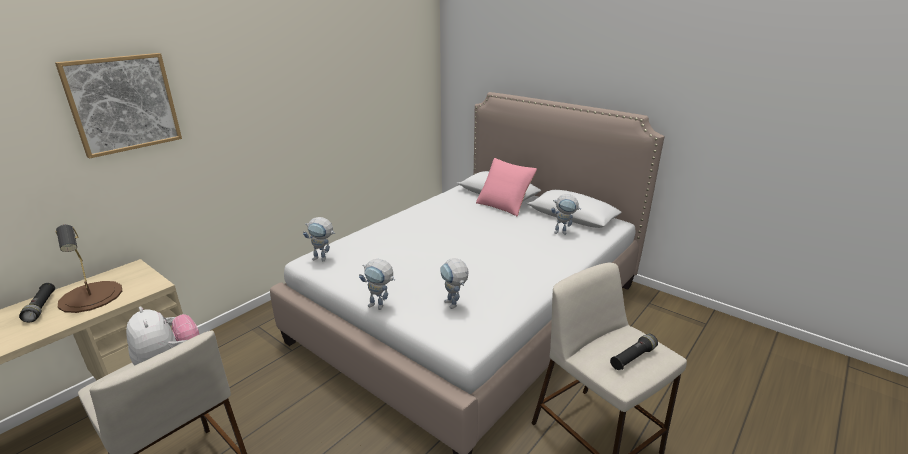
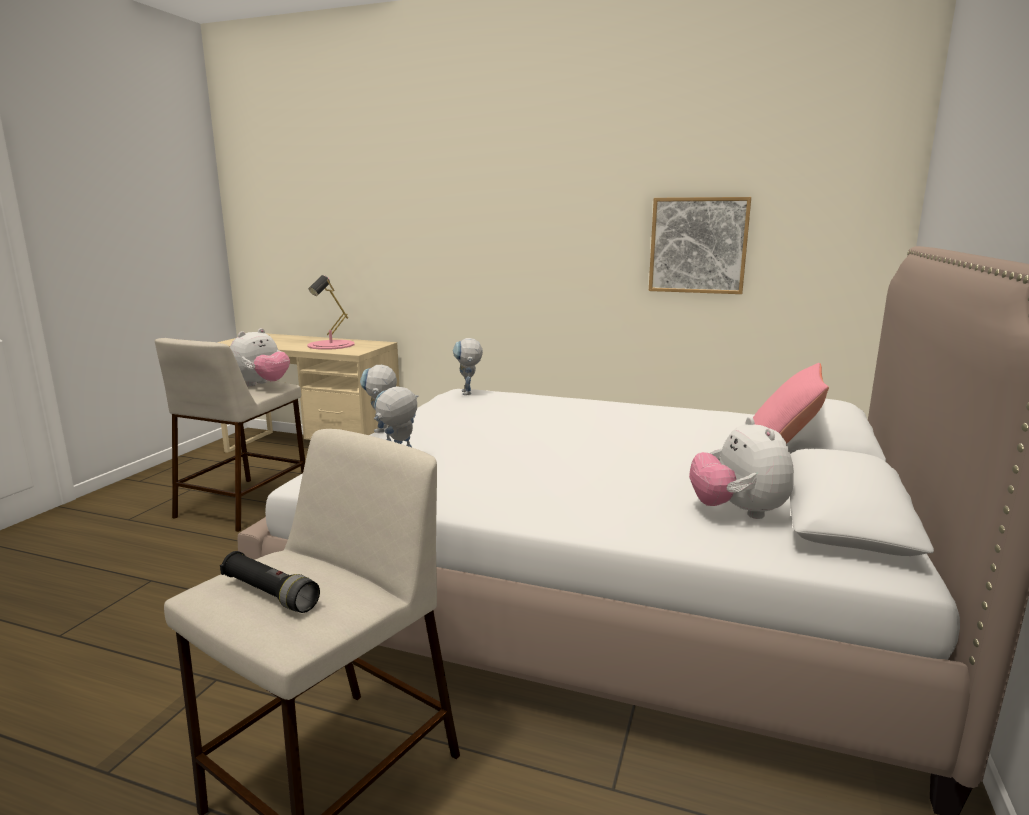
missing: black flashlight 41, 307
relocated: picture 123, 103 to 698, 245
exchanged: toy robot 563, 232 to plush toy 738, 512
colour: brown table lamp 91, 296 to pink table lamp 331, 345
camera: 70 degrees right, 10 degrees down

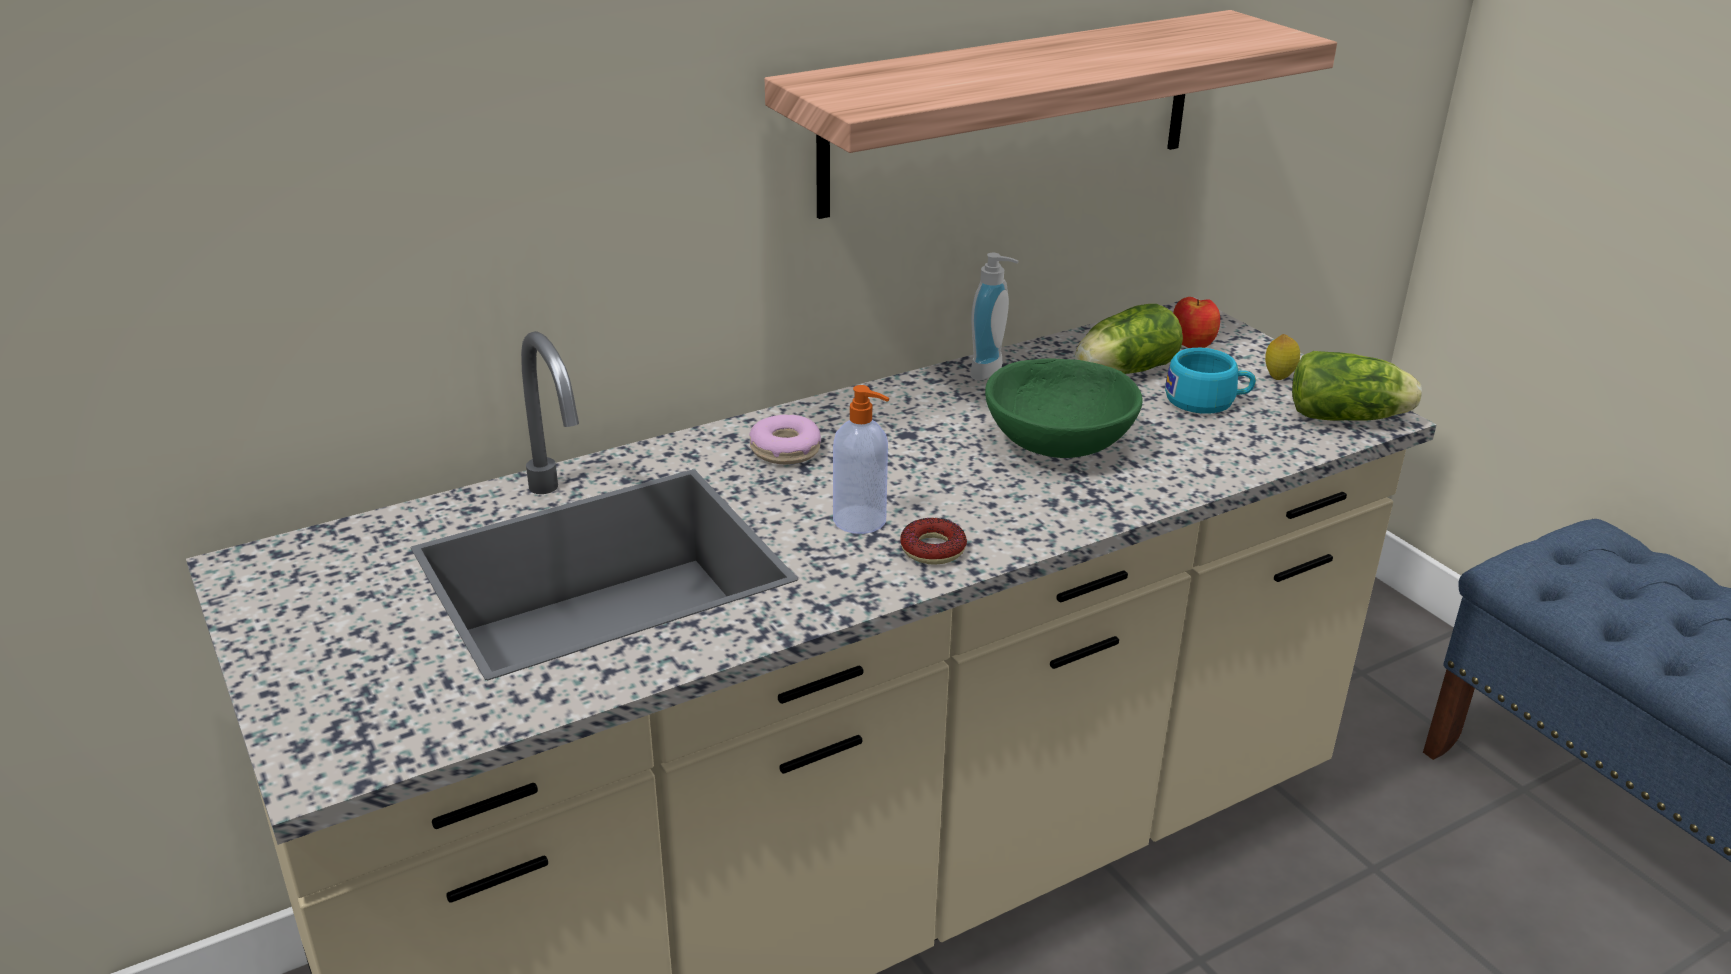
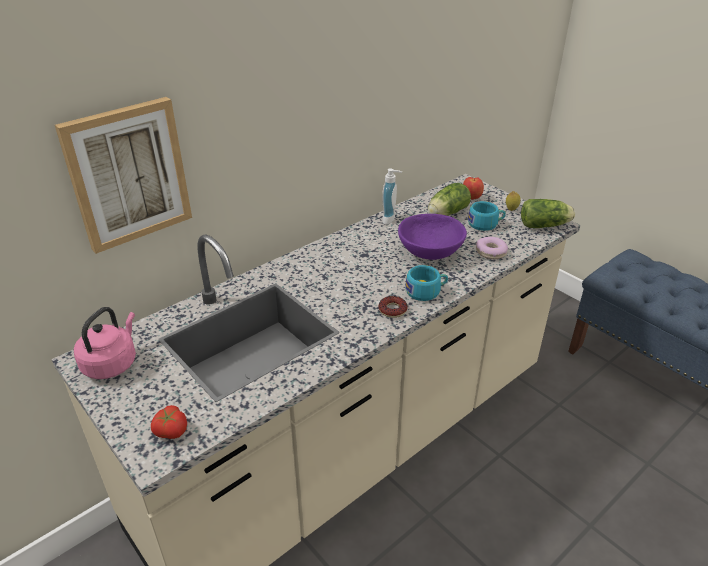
missing: shelf 1012, 111; soap dispenser 861, 521
appeared: picture 128, 174; pink kettle 112, 363; tomato 170, 431; turquoise cup 426, 291
relocated: donut 785, 450 to 490, 252
colour: green bowl 1059, 442 to purple bowl 430, 251
camera: 10 degrees left, 5 degrees up

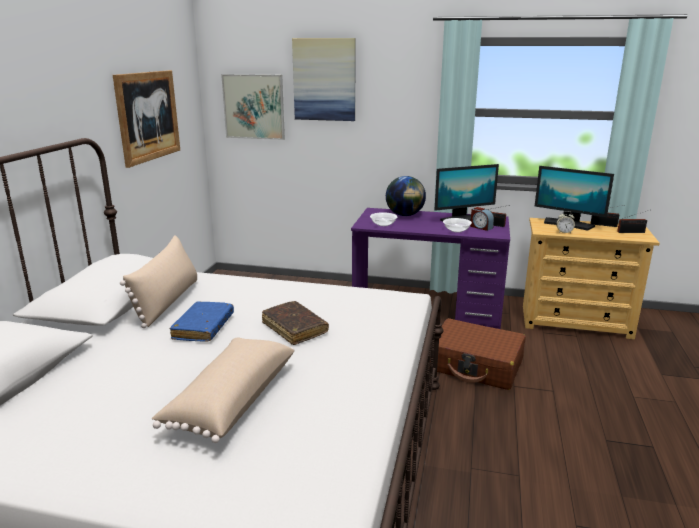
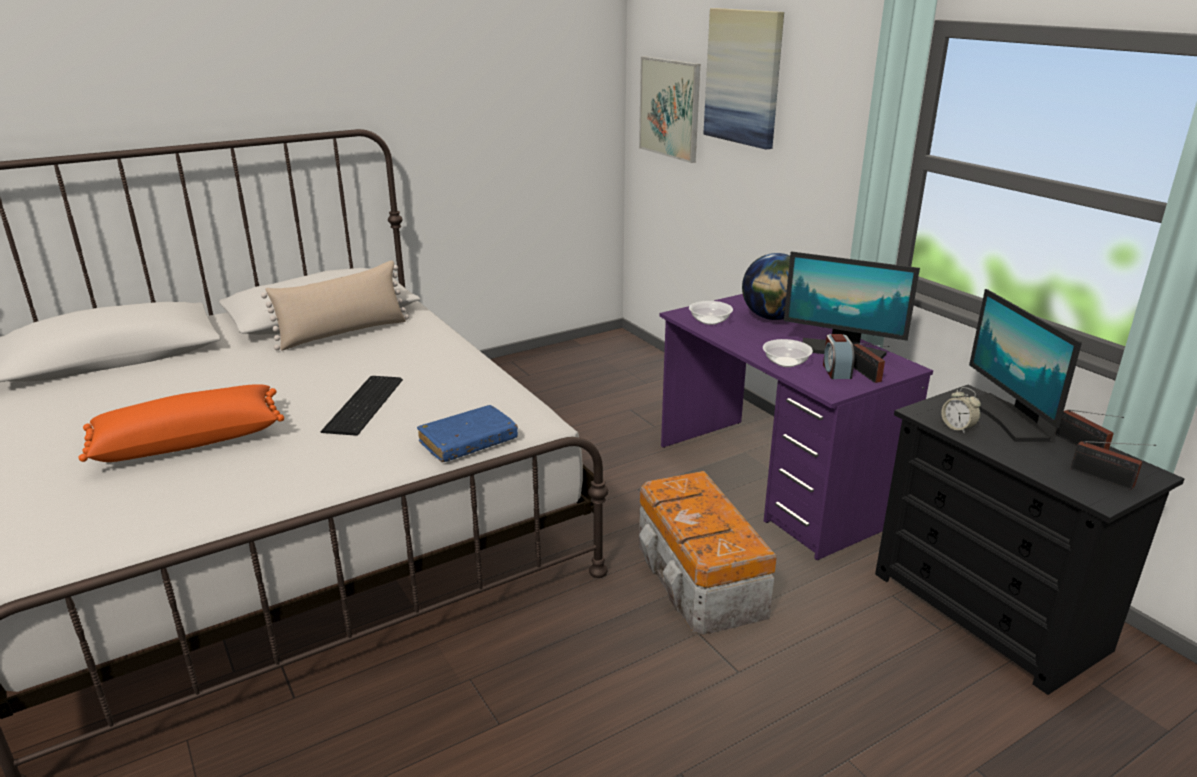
missing: picture 148, 116
relocated: blue book 203, 328 to 468, 442
exchanged: brown book 294, 328 to keyboard 366, 404; brown suitcase 475, 365 to storage box 699, 580
colour: beige pillow 230, 400 to orange pillow 189, 441; beige dresser 576, 322 to black dresser 988, 611
camera: 45 degrees right, 5 degrees up

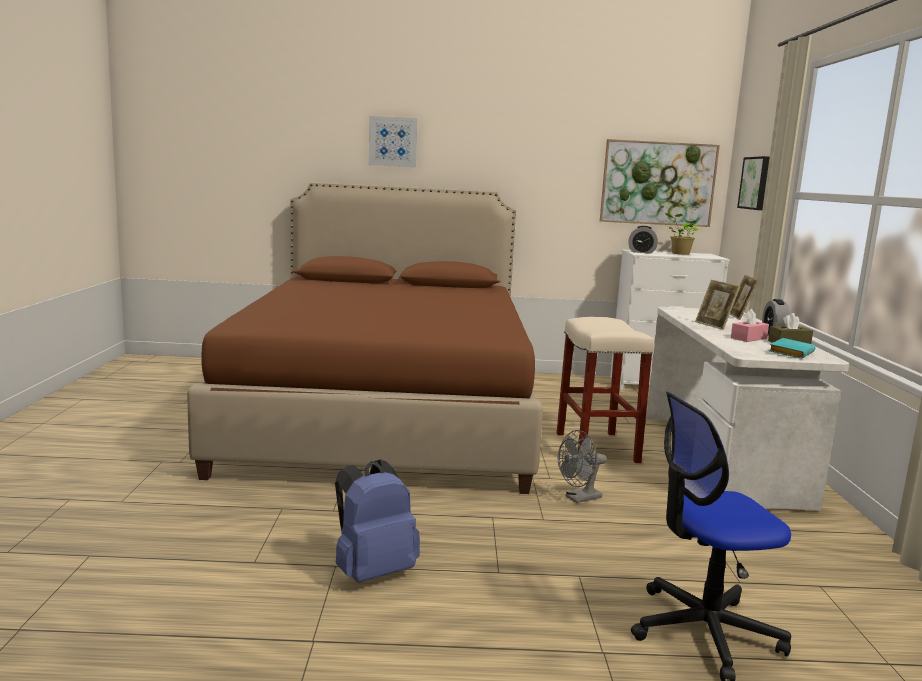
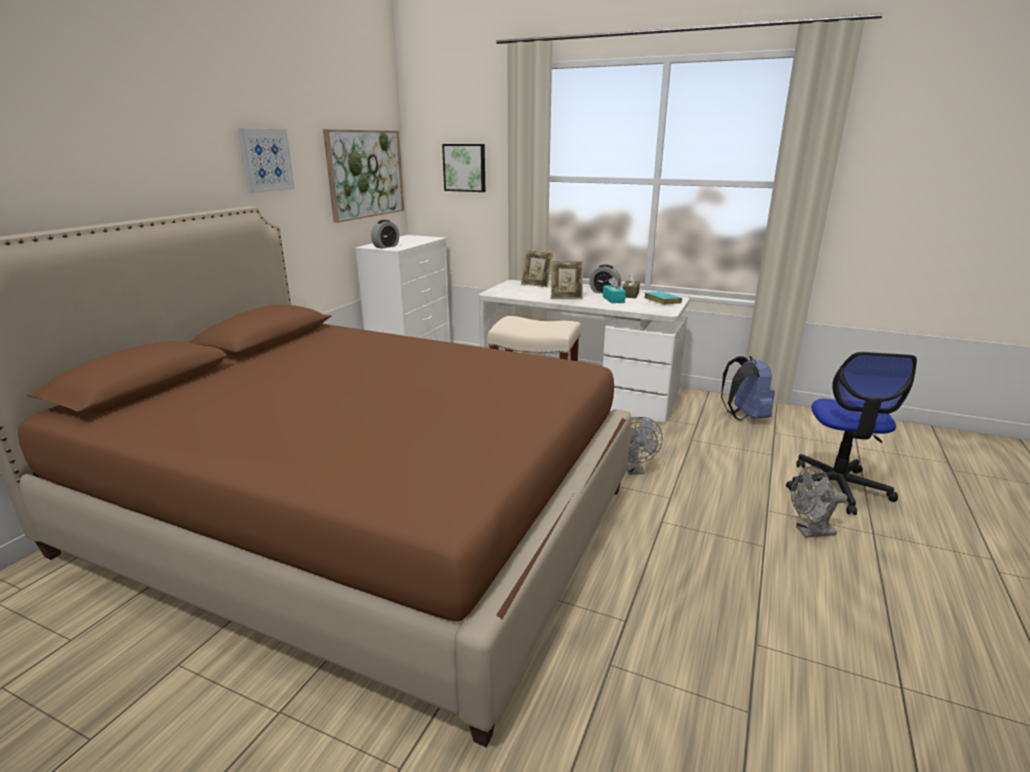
missing: potted plant 679, 253
appeared: grey fan 810, 532
relocated: blue backpack 372, 571 to 744, 417; picture 393, 142 to 266, 160
colour: pink tissue box 748, 338 to turquoise tissue box 613, 299
camera: 65 degrees left, 10 degrees up

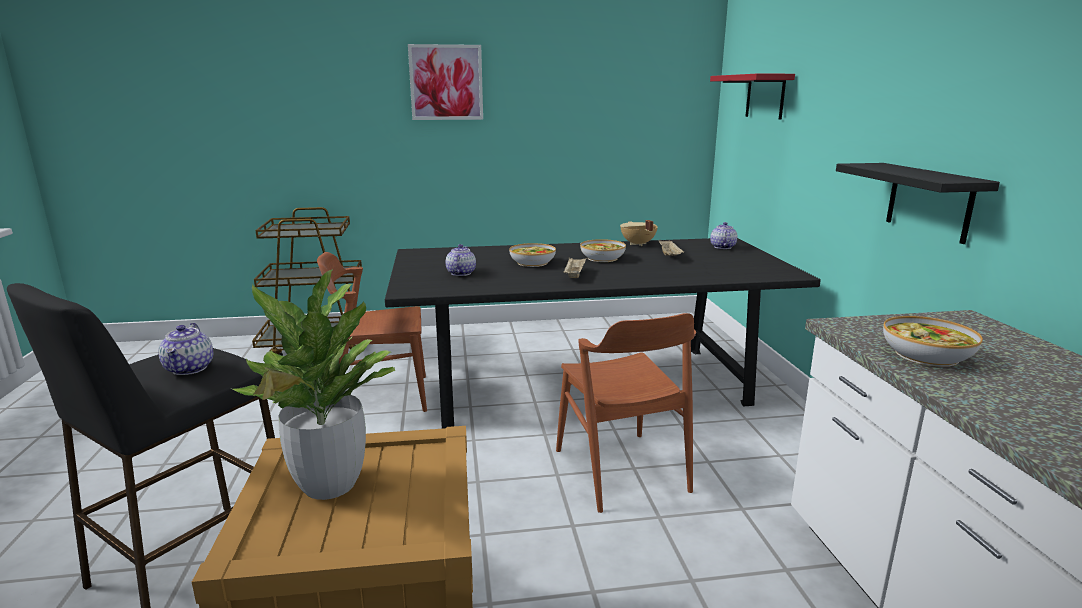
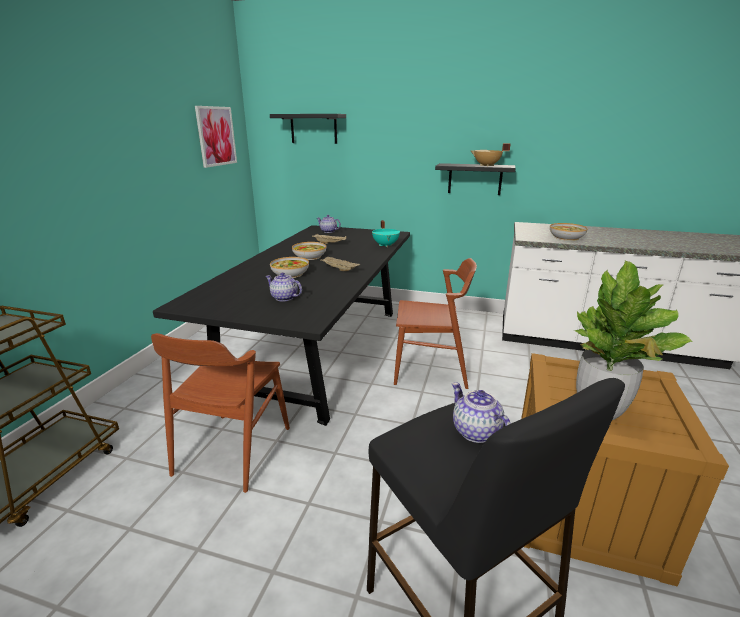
appeared: turquoise cooking pot 386, 245
relocated: picture 446, 82 to 216, 136; beige cooking pot 637, 244 to 487, 165
colour: red shelf 765, 96 to black shelf 313, 128
spun: teapot 190, 368 = 475, 431 135 degrees counterclockwise
camera: 65 degrees left, 5 degrees up

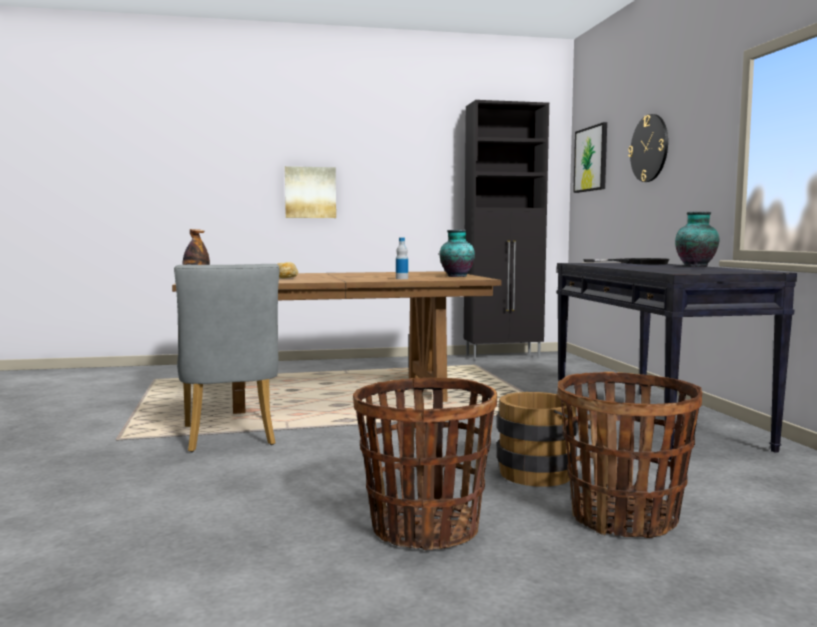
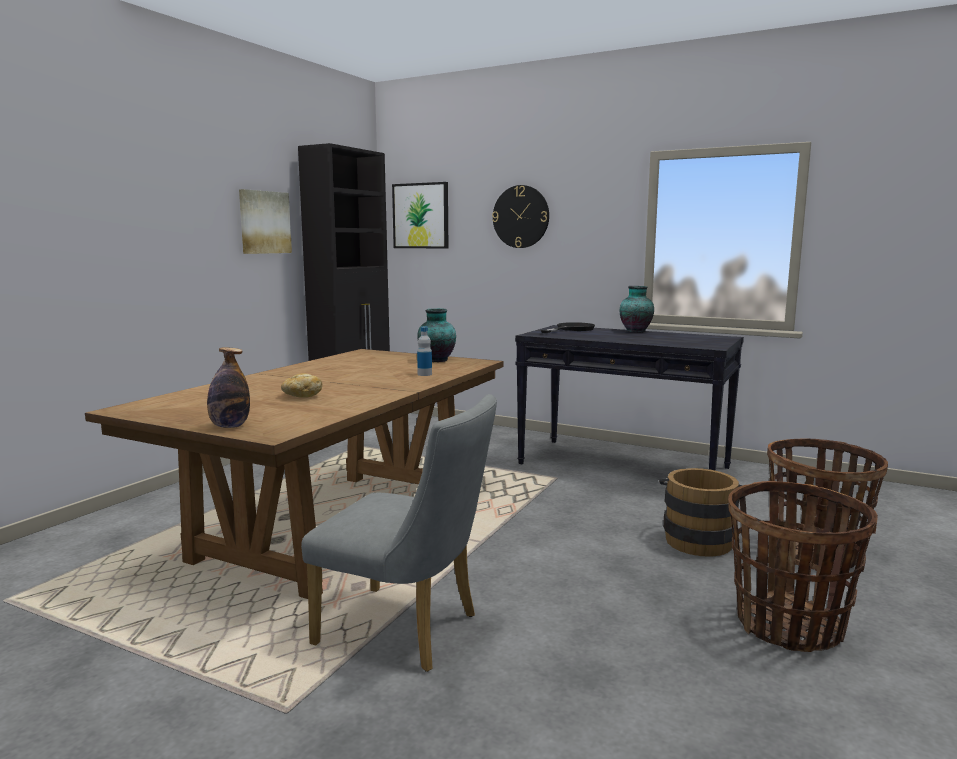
relocated: picture 310, 192 to 264, 222
camera: 50 degrees left, 5 degrees up

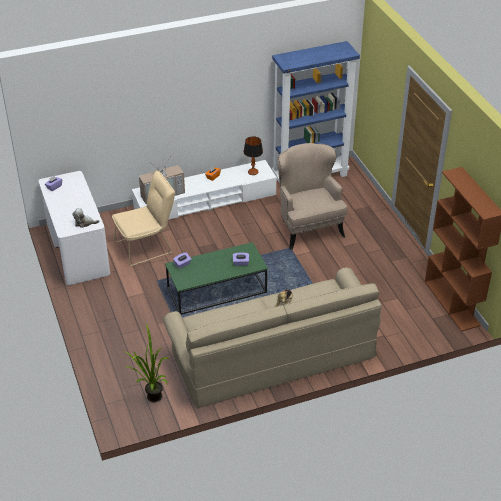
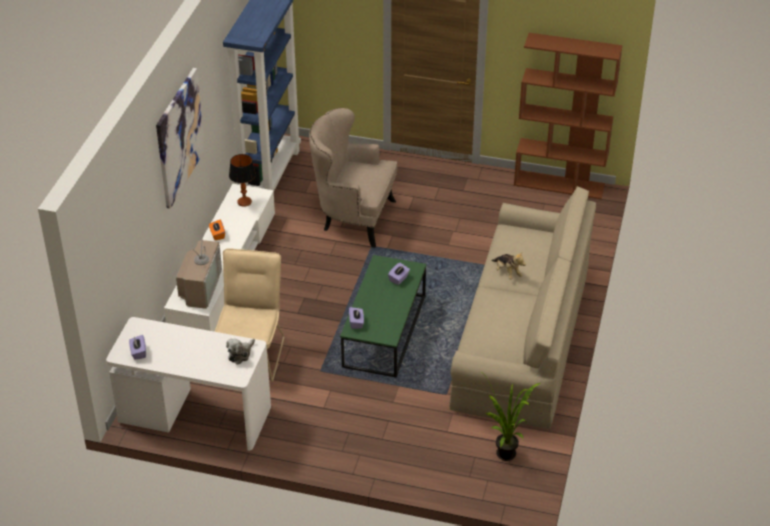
appeared: picture 179, 137
camera: 55 degrees left, 0 degrees up

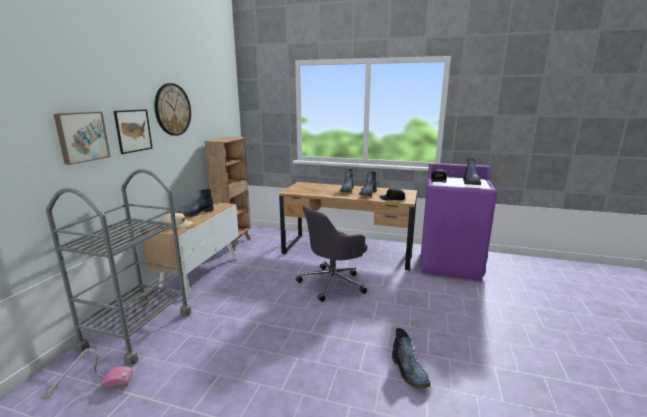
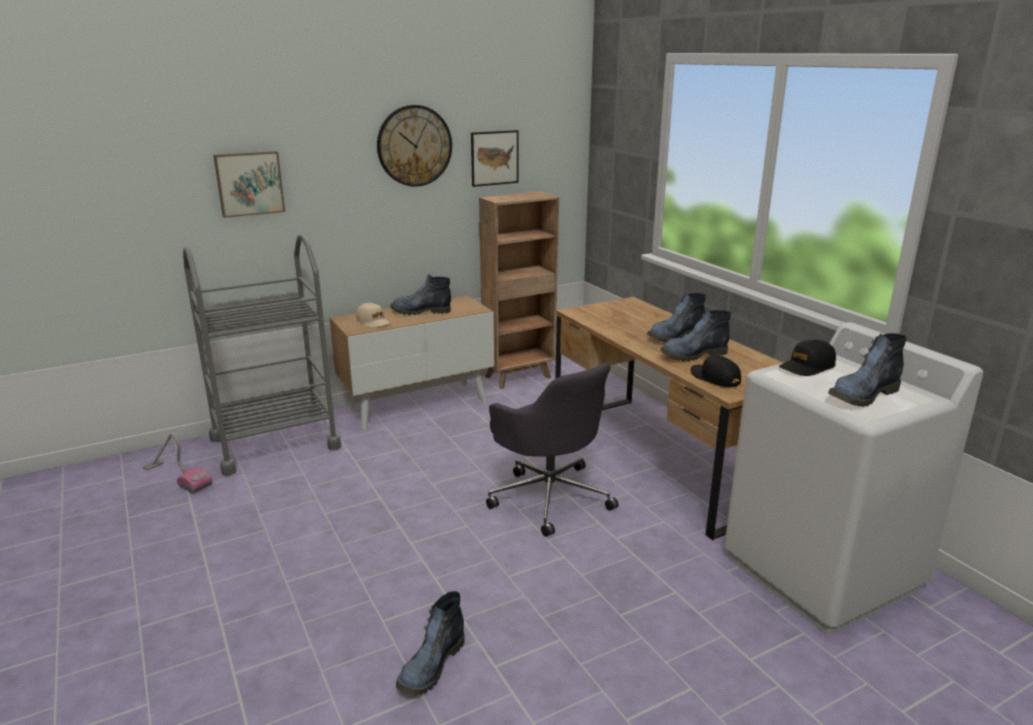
relocated: picture 133, 130 to 494, 158
colour: purple washing machine 450, 264 to white washing machine 822, 572
spun: grey office chair 333, 283 = 549, 496 135 degrees counterclockwise
camera: 45 degrees right, 5 degrees up

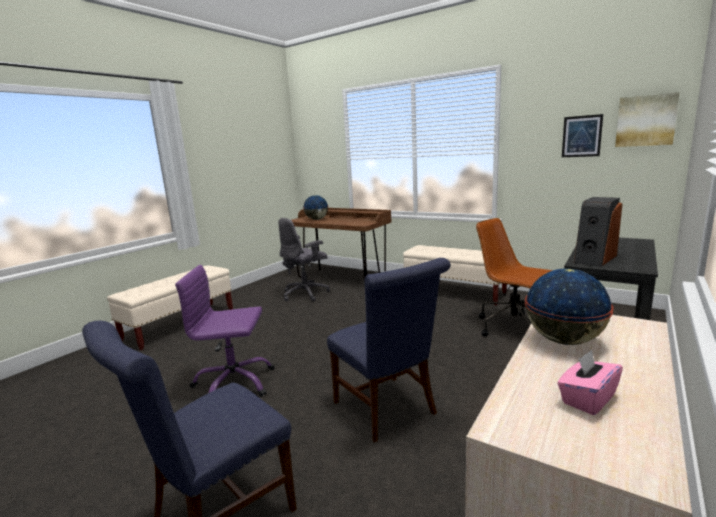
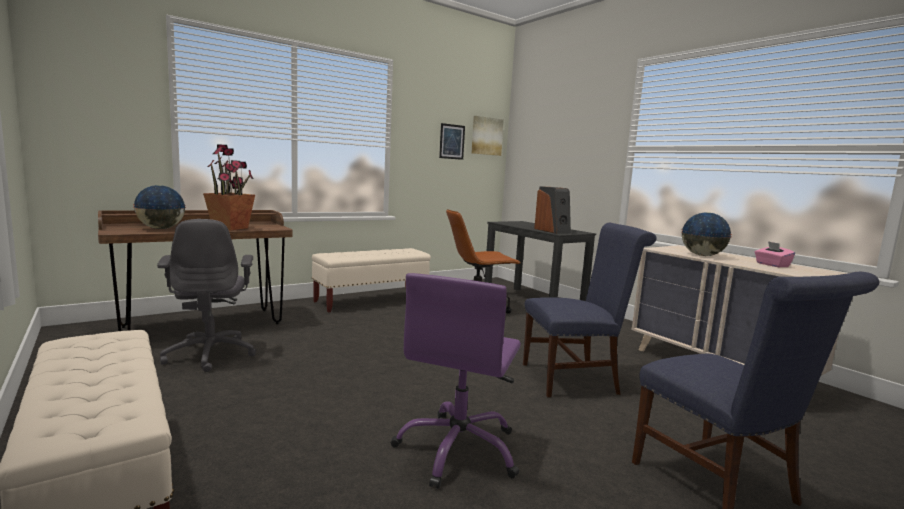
appeared: potted plant 231, 228
camera: 70 degrees left, 5 degrees down

